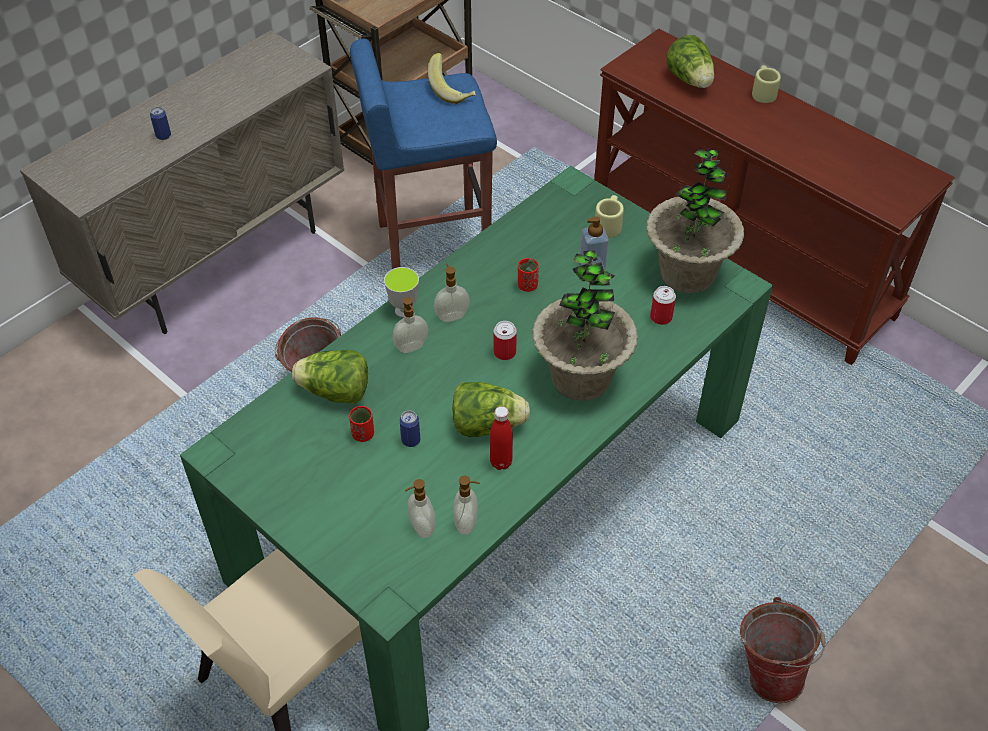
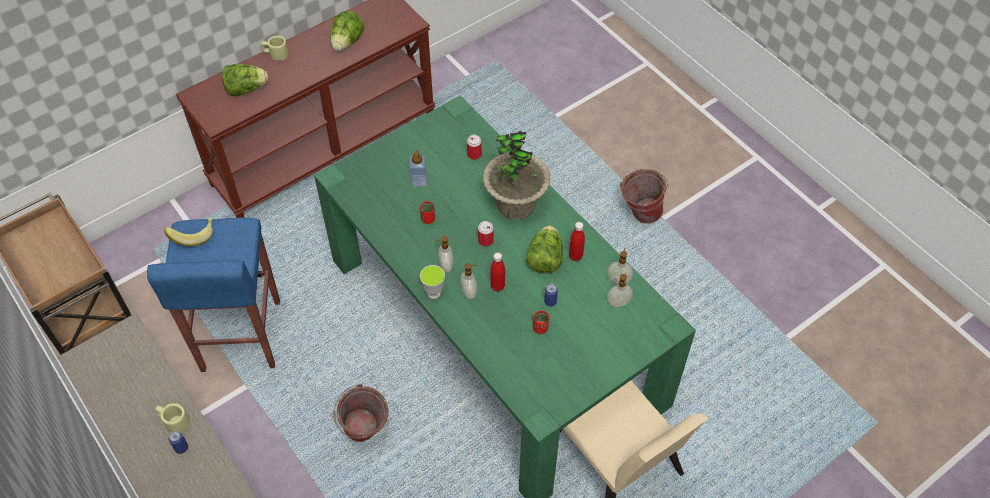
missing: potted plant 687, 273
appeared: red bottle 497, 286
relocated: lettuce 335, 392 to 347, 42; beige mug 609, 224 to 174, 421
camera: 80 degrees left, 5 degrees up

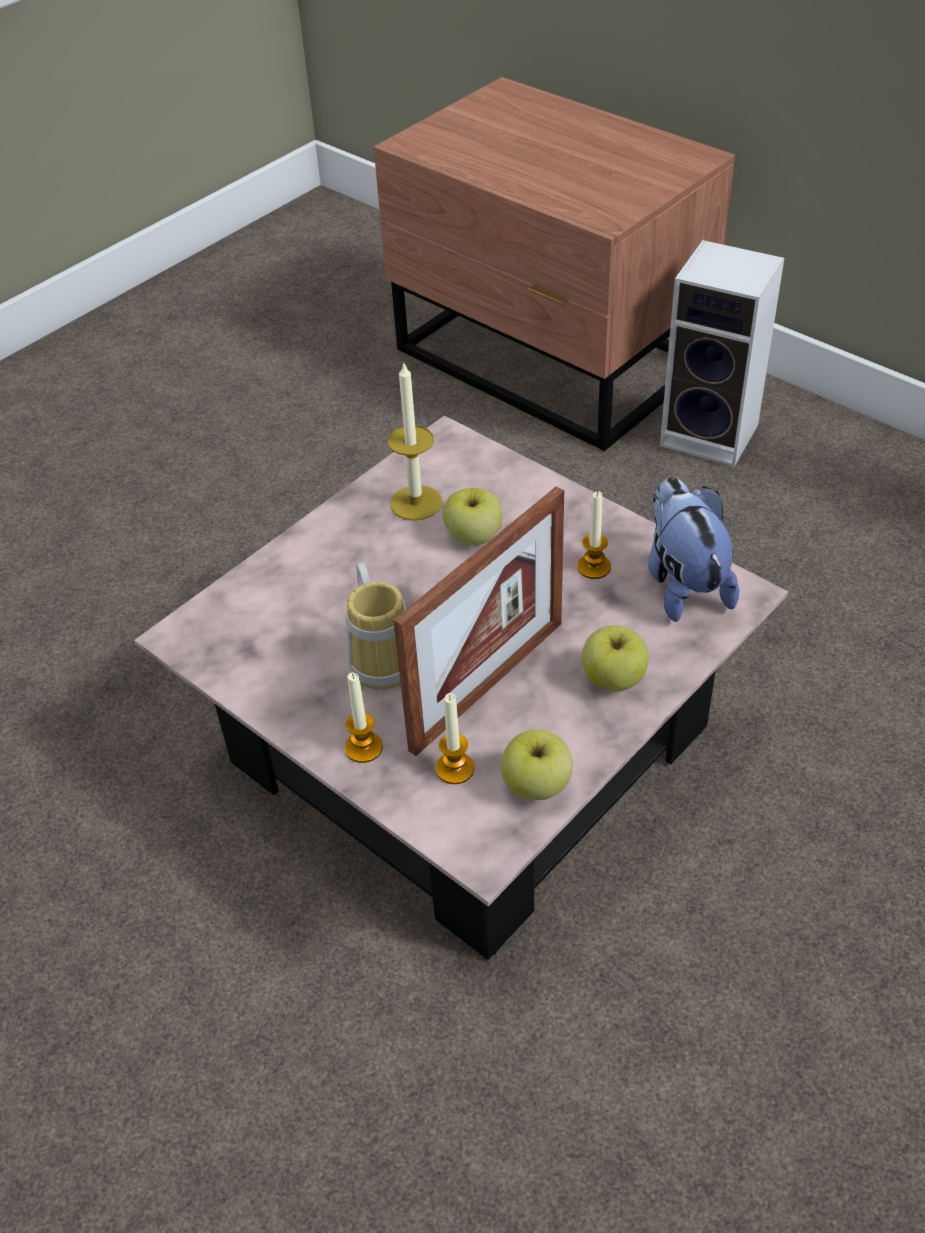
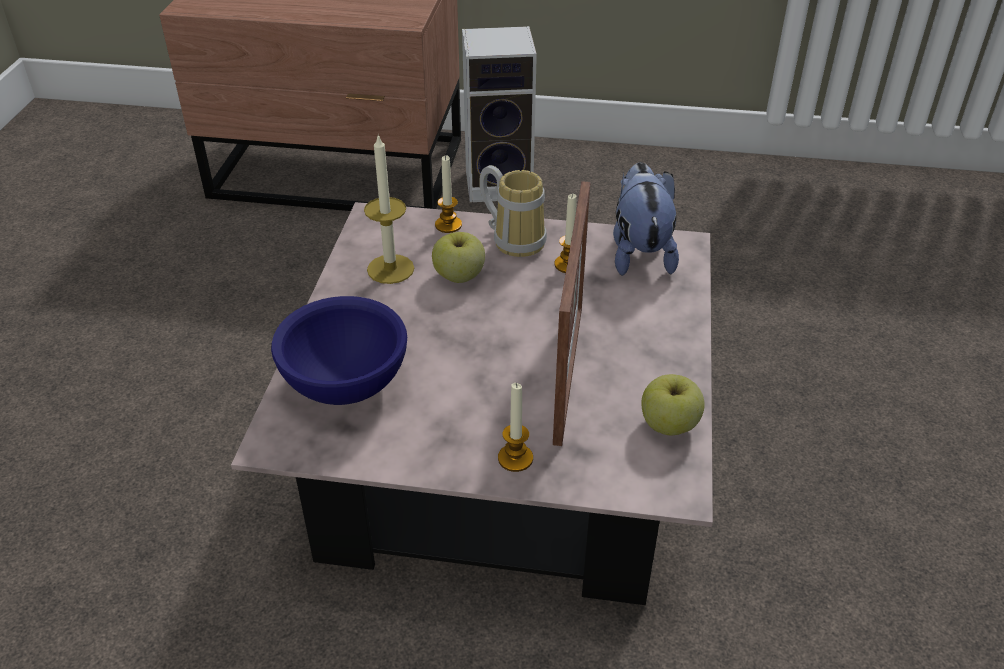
missing: apple 614, 678
appeared: blue bowl 347, 385
relocated: mug 383, 658 to 515, 239; candle 455, 769 to 448, 225
spun: plush toy 683, 584 = 639, 252 45 degrees clockwise
camera: 35 degrees left, 5 degrees down

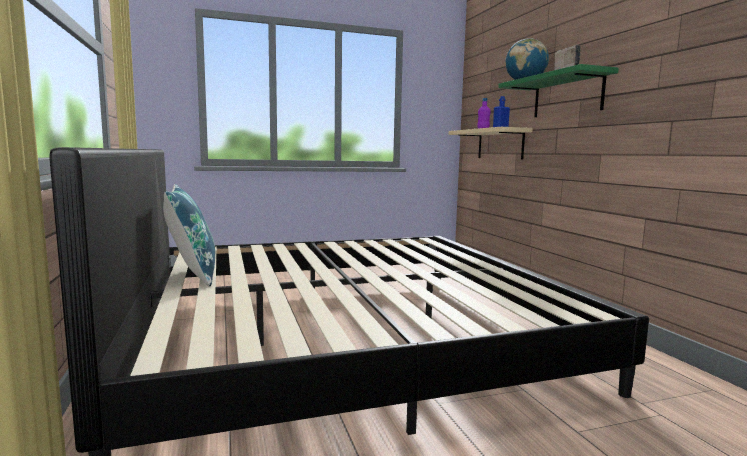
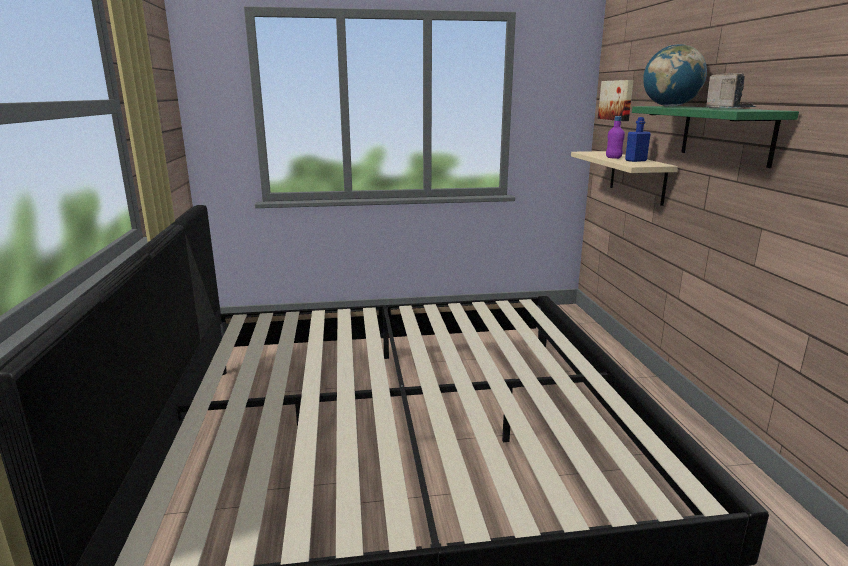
missing: blue pillow 193, 275
appeared: picture 617, 100
camera: 10 degrees right, 10 degrees up

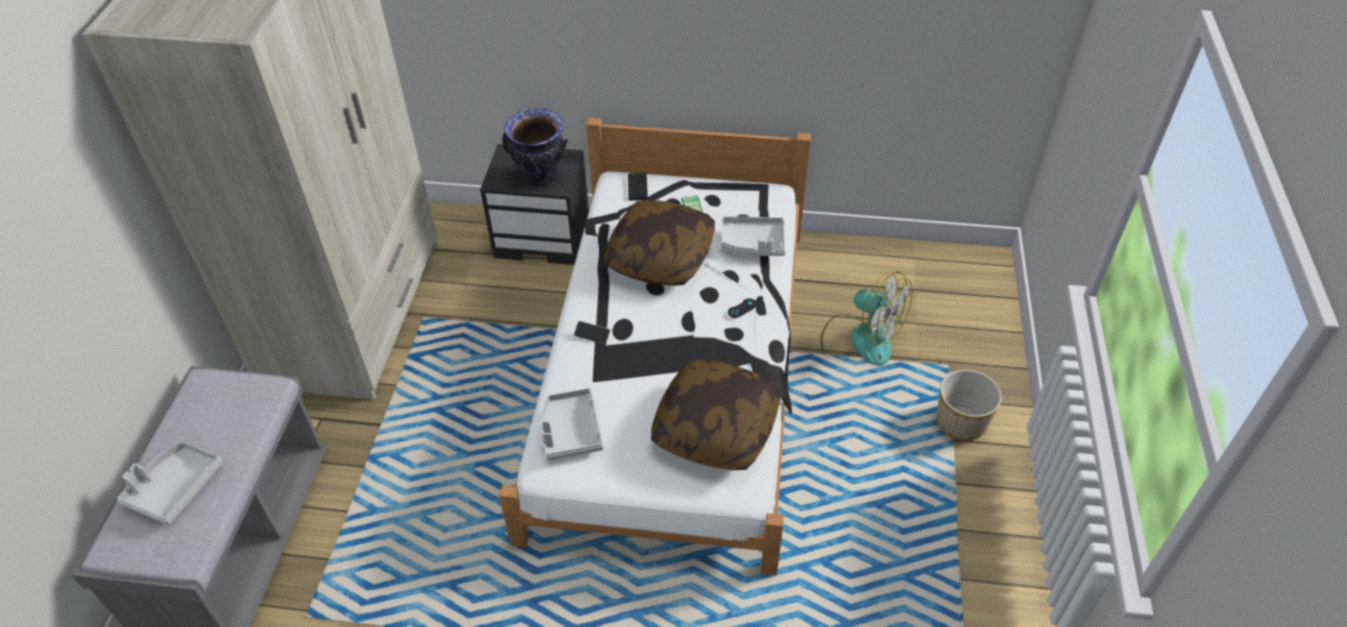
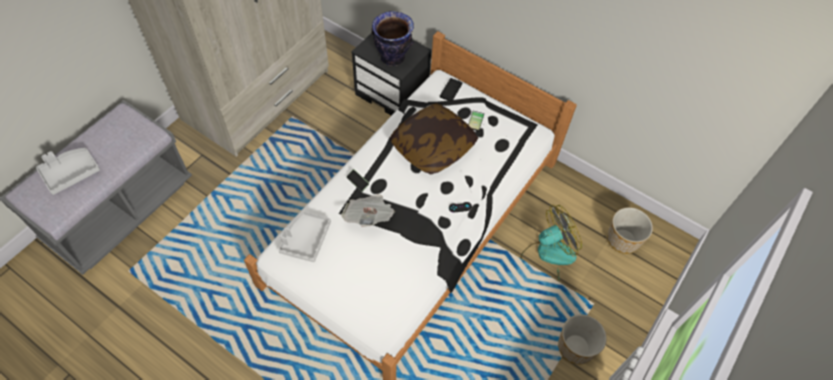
missing: pillow 716, 428; grey tray 753, 243
appeared: newspaper 369, 217; planter 623, 239
spun: fan 860, 339 = 547, 256 90 degrees counterclockwise
camera: 25 degrees right, 10 degrees up

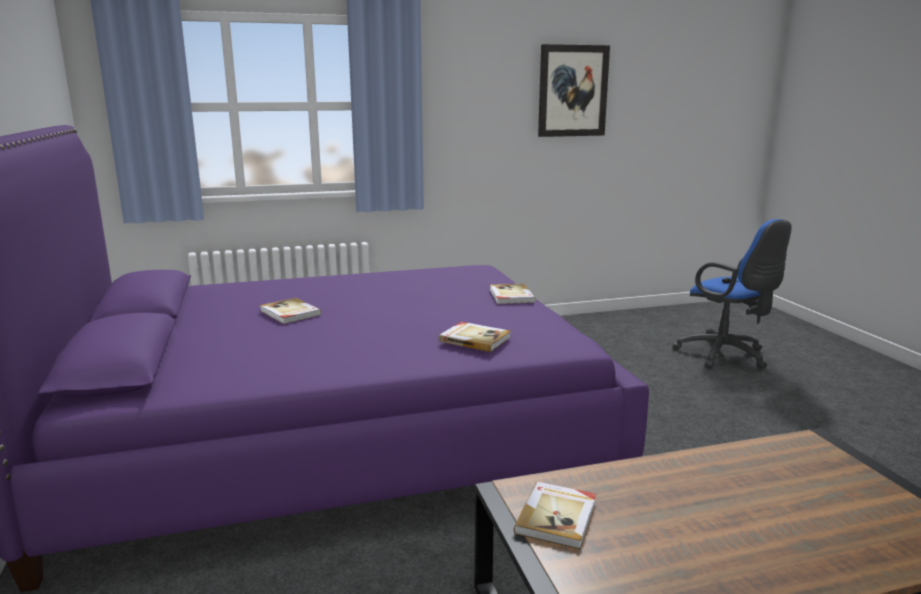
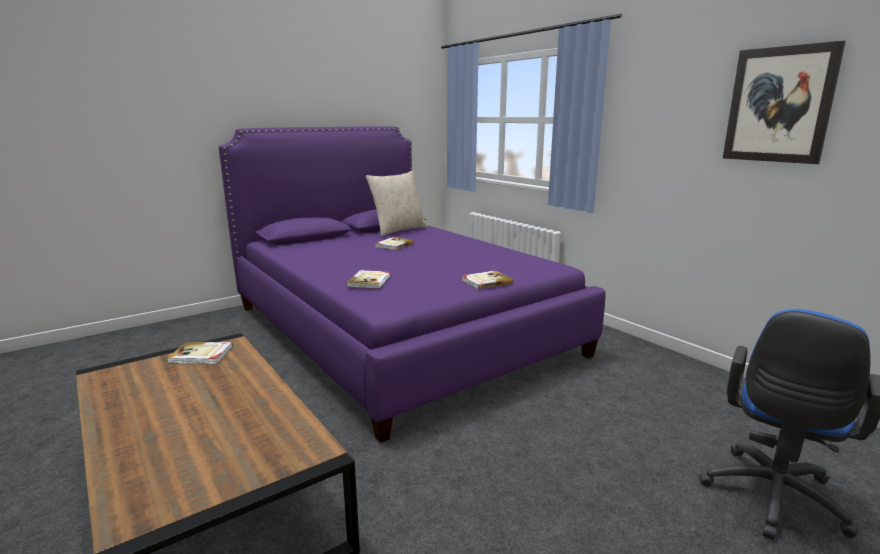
appeared: beige pillow 398, 230
camera: 70 degrees right, 0 degrees up

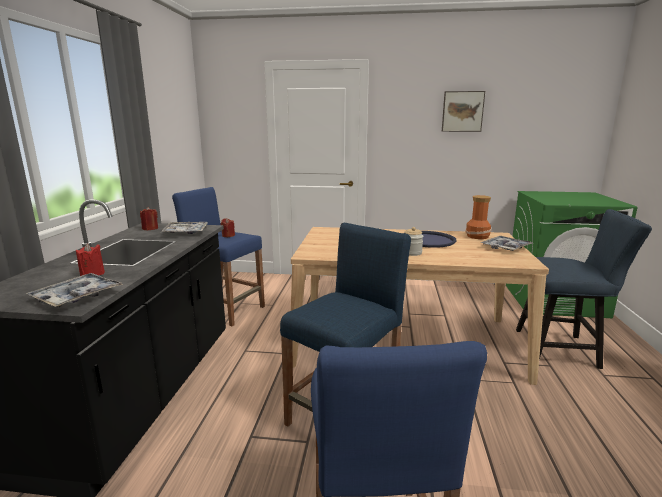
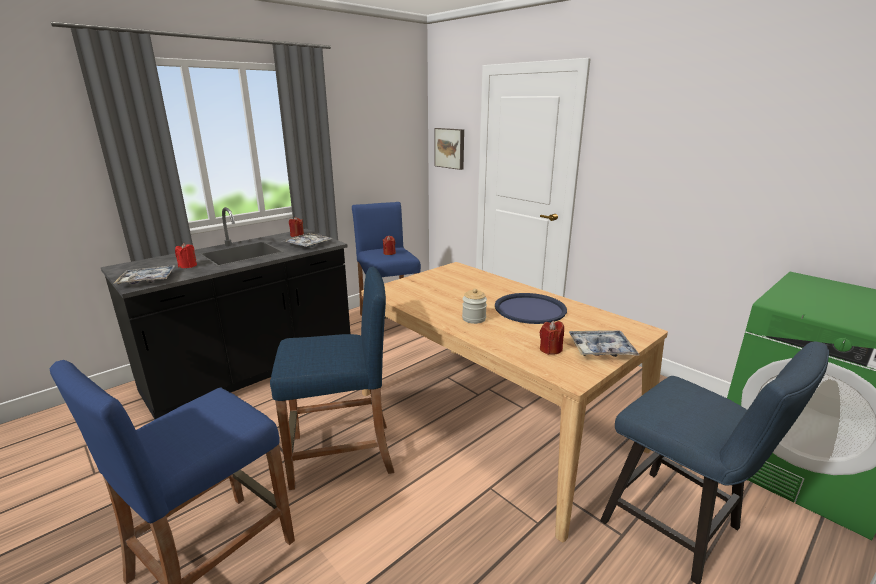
missing: vase 478, 236
appeared: red candle 550, 349
relocated: picture 462, 111 to 450, 148
camera: 40 degrees right, 5 degrees up

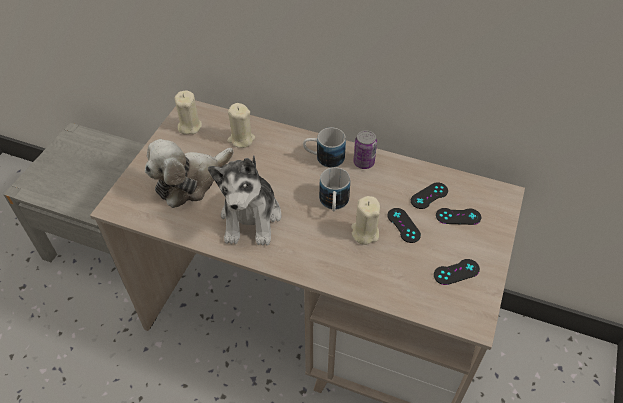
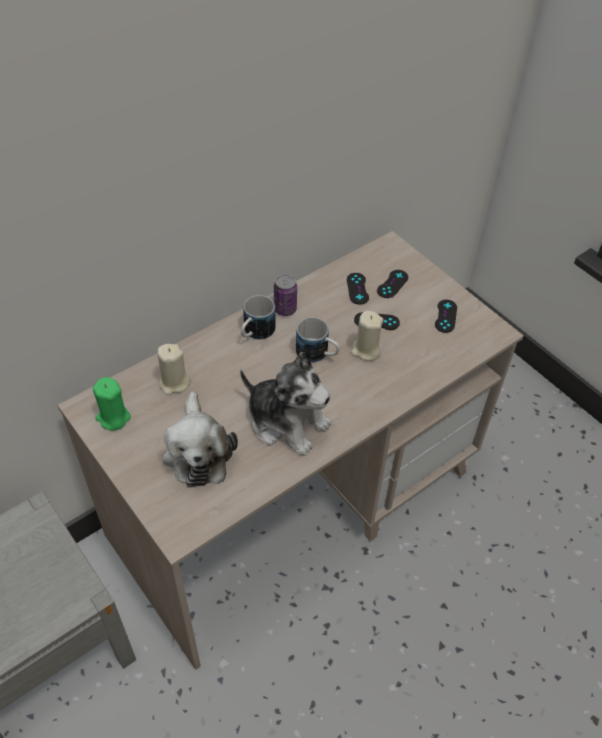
colour: beige candle 189, 126 to green candle 113, 418
camera: 60 degrees left, 0 degrees up

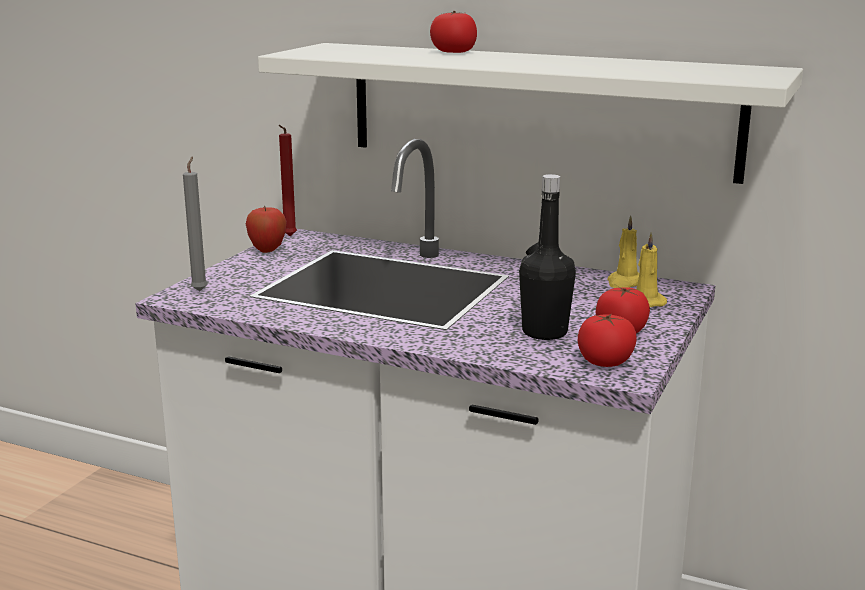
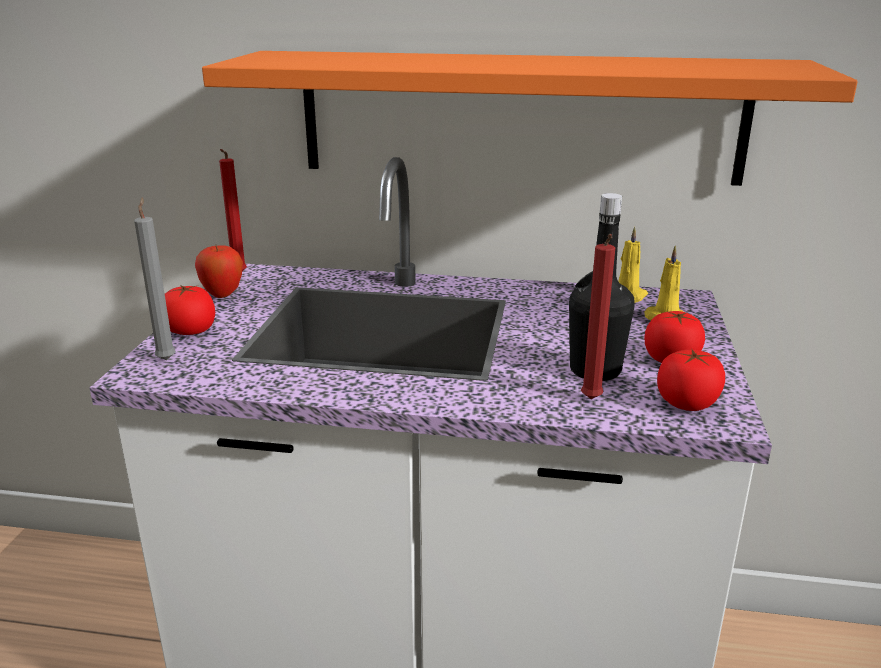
appeared: red candle 591, 401
relocated: tomato 453, 52 to 190, 331
colour: white shelf 538, 109 to orange shelf 519, 117
camera: 15 degrees left, 5 degrees up

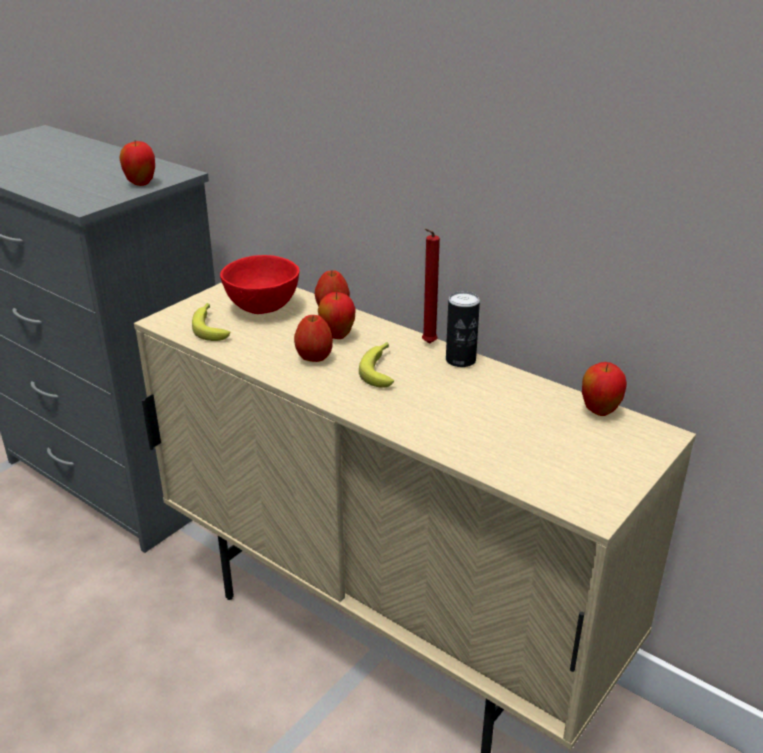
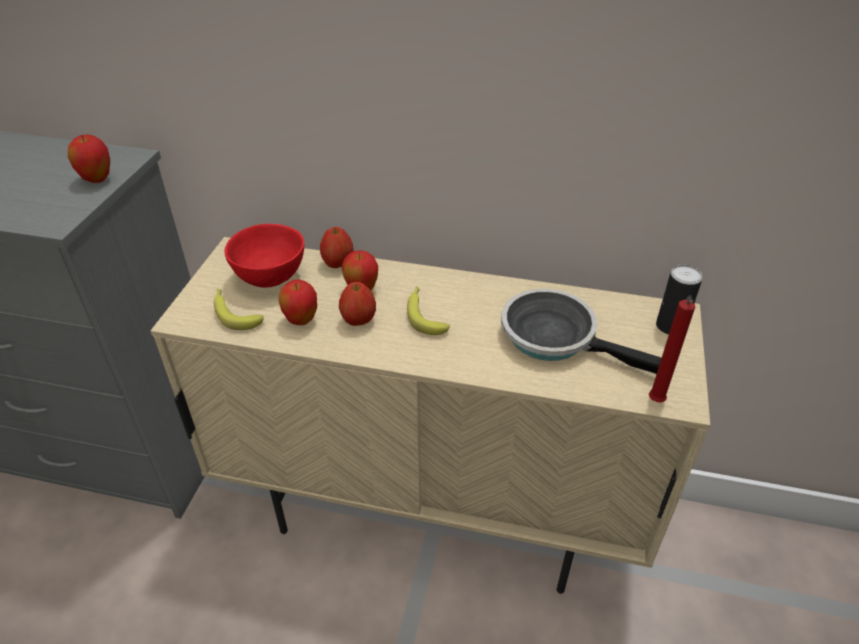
appeared: frying pan 556, 337
relocated: red candle 427, 344 to 655, 403; can 460, 360 to 670, 326; apple 599, 411 to 301, 321
camera: 25 degrees left, 10 degrees up

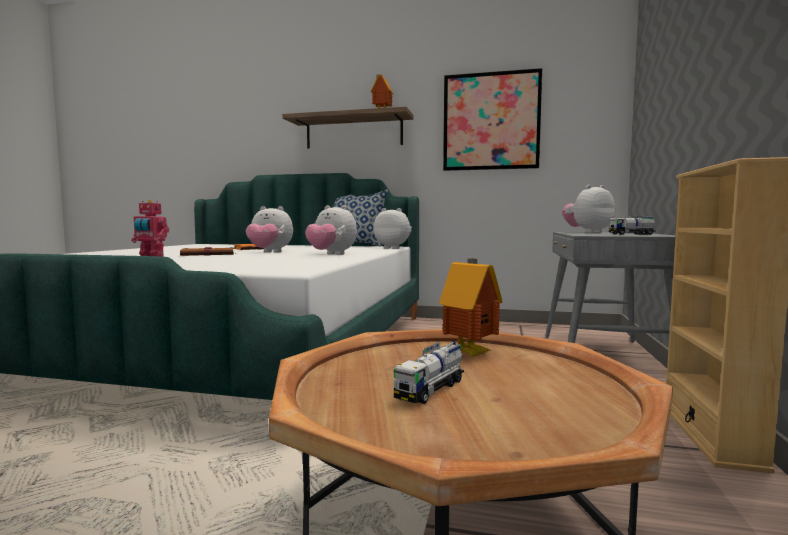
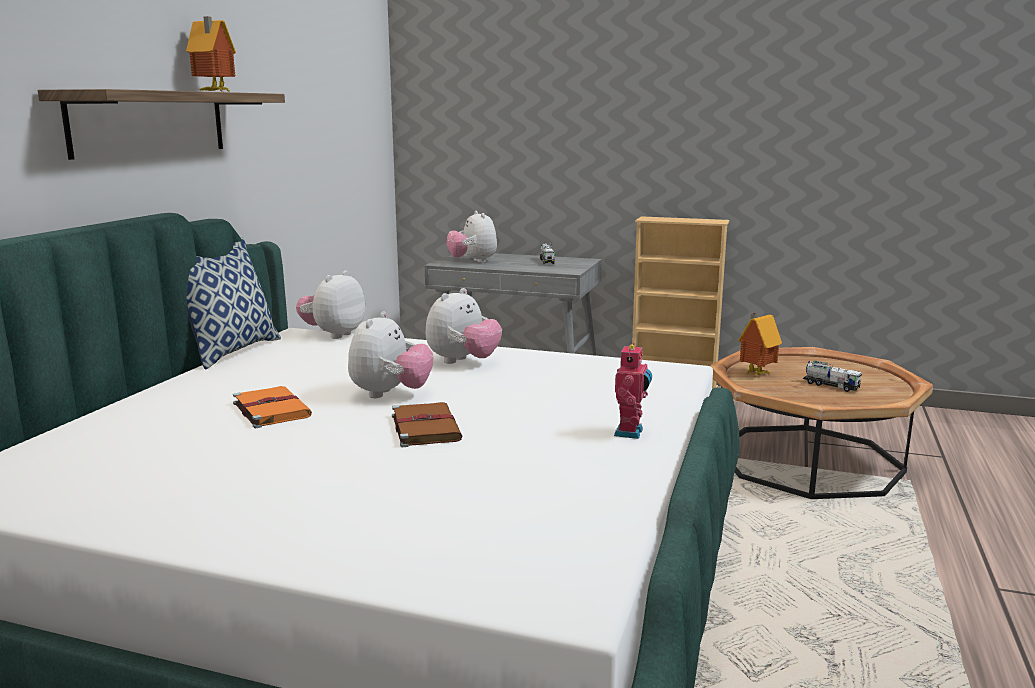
missing: picture 491, 121
camera: 85 degrees left, 10 degrees up

